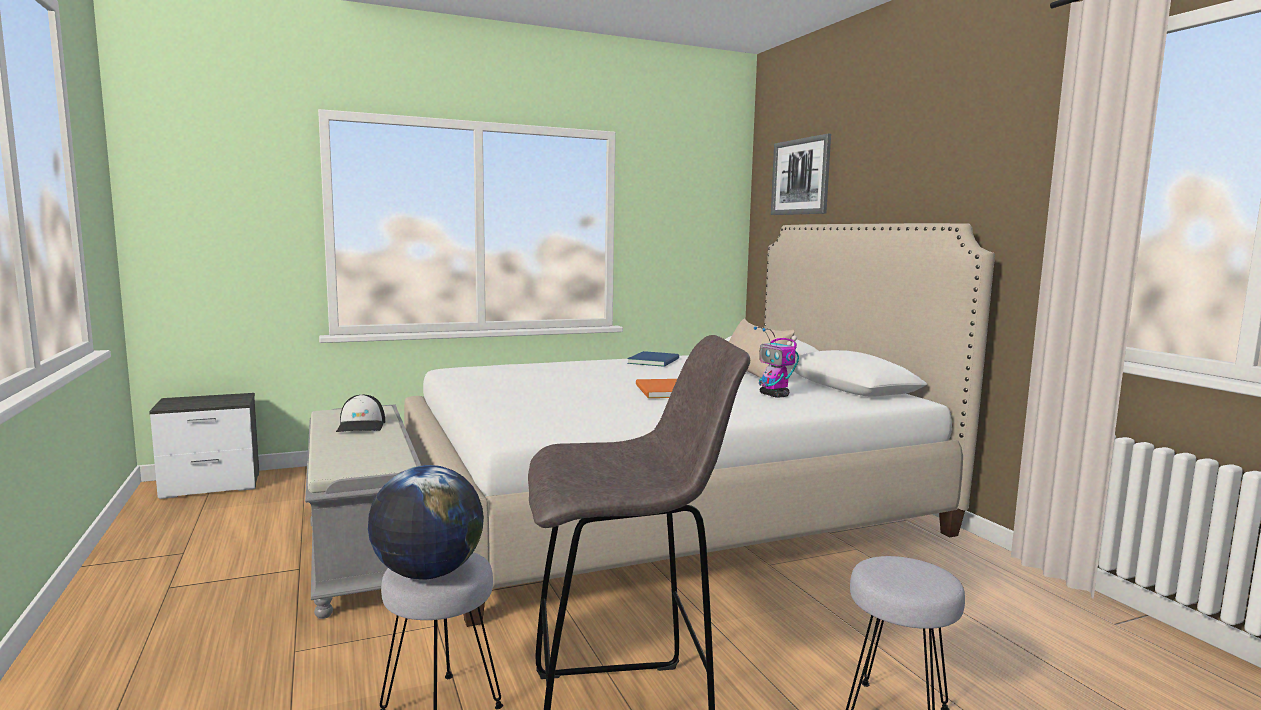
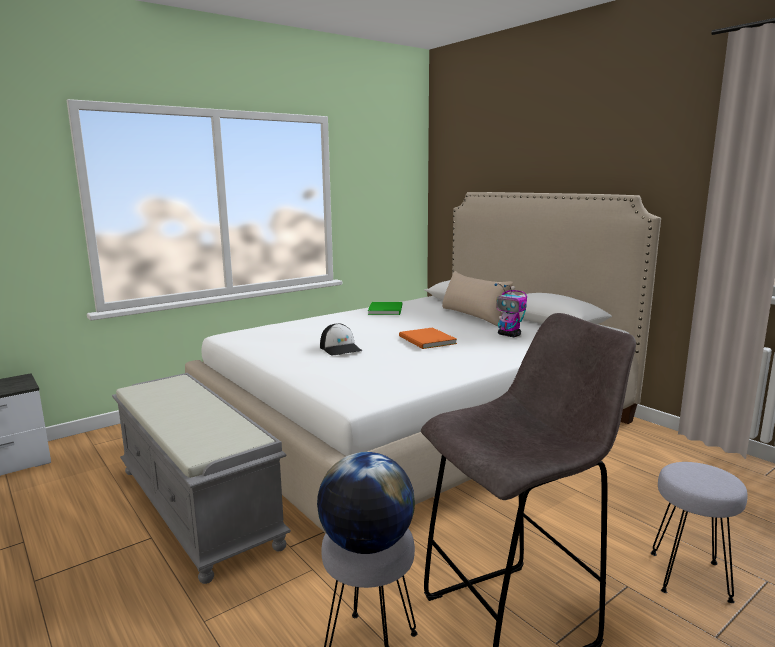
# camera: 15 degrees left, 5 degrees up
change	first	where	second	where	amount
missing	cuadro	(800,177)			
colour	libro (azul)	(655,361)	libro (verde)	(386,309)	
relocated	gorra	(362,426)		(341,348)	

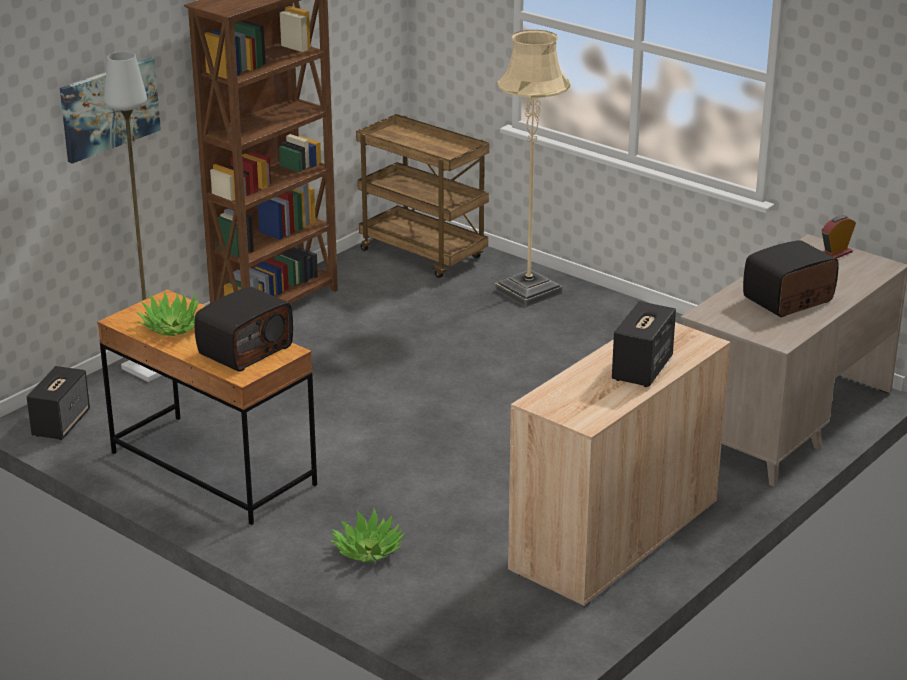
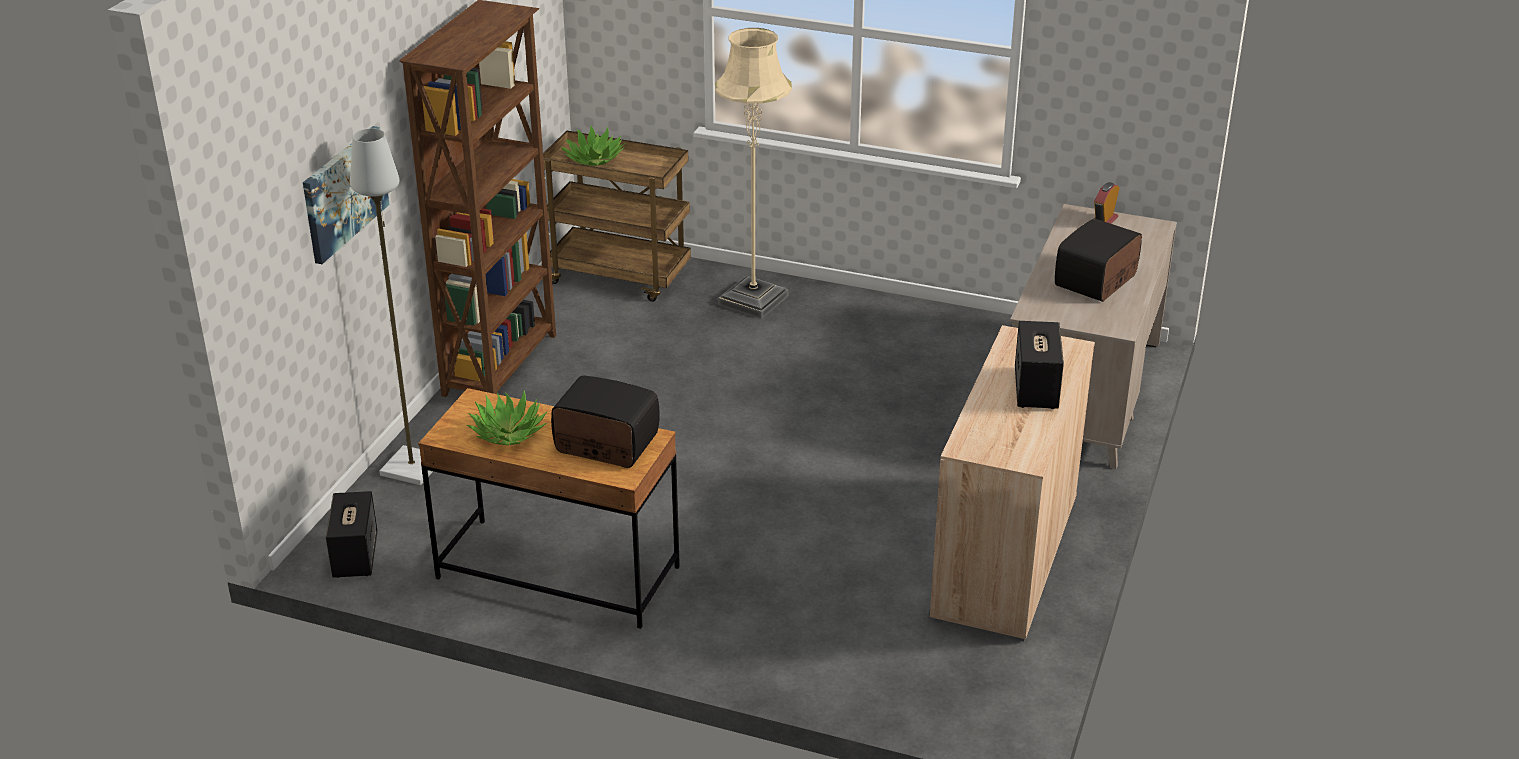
# camera: 20 degrees left, 5 degrees up
change	first	where	second	where	amount
spun	radio	(245,350)		(605,445)	90 degrees counterclockwise
relocated	planta en maceta	(367,551)		(593,159)	

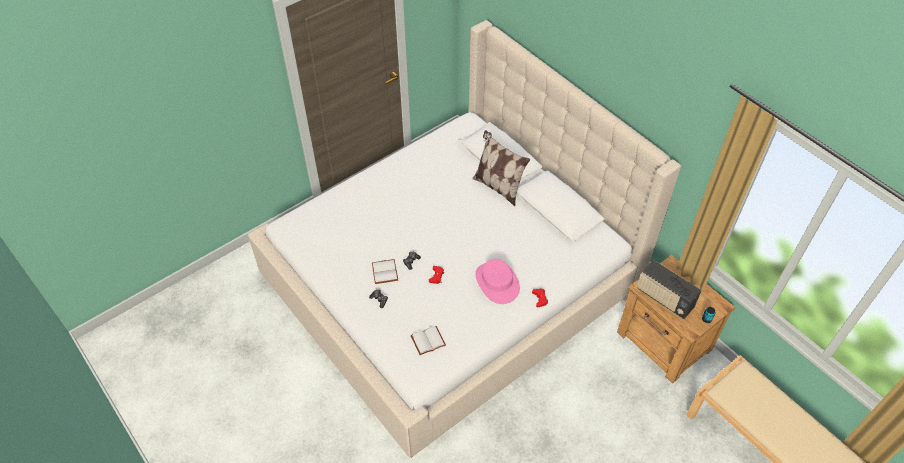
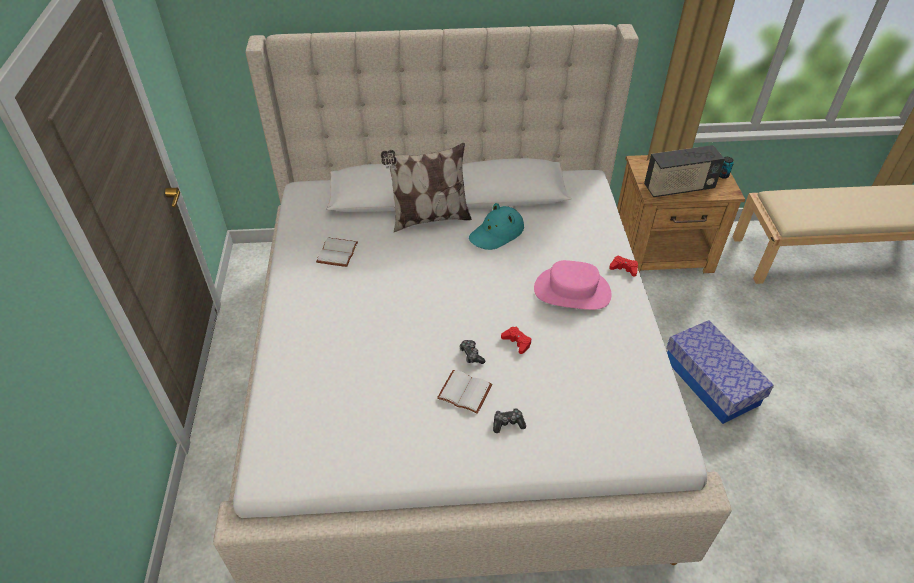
# camera: 55 degrees left, 5 degrees down
change	first	where	second	where	amount
relocated	libro (blanco)	(428,342)		(338,253)	
appeared			sombrero (turquesa)	(496,233)	
appeared			caja de almacenaje	(711,381)	

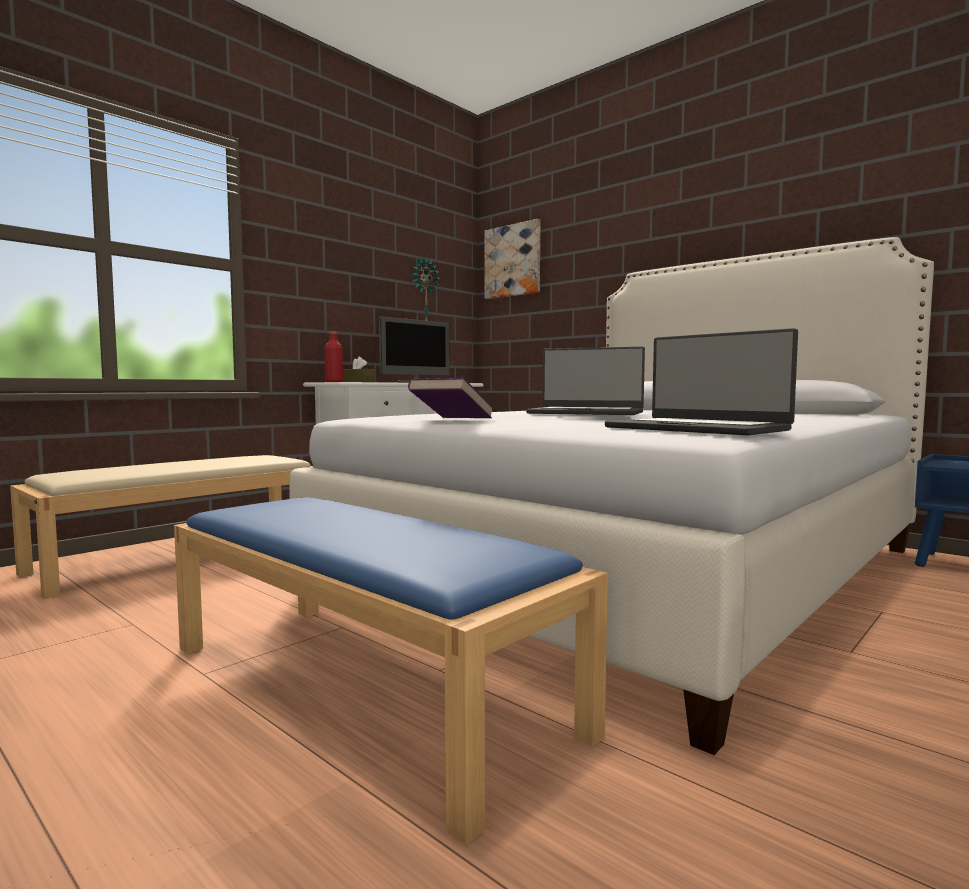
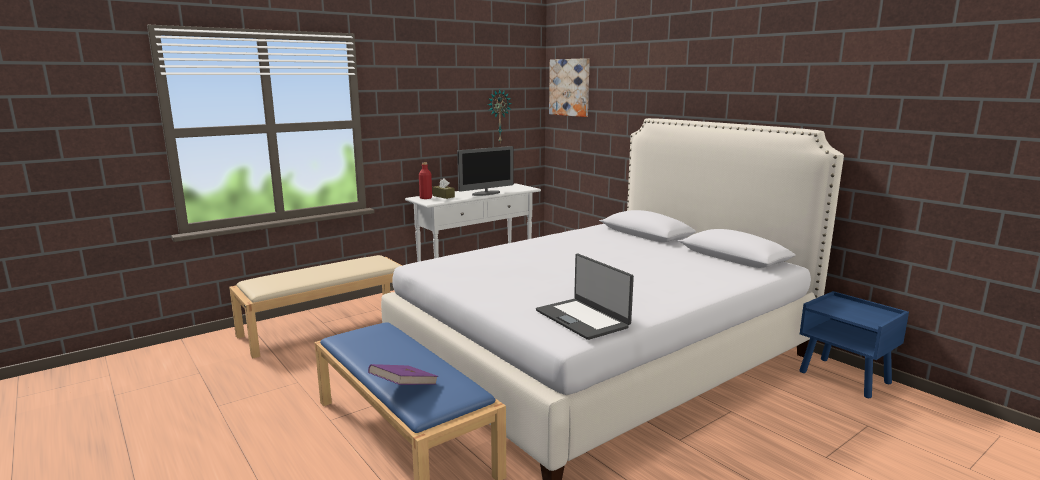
# camera: 10 degrees right, 10 degrees up
change	first	where	second	where	amount
missing	portátil	(586,413)			
relocated	libro (morado)	(451,419)		(404,388)	

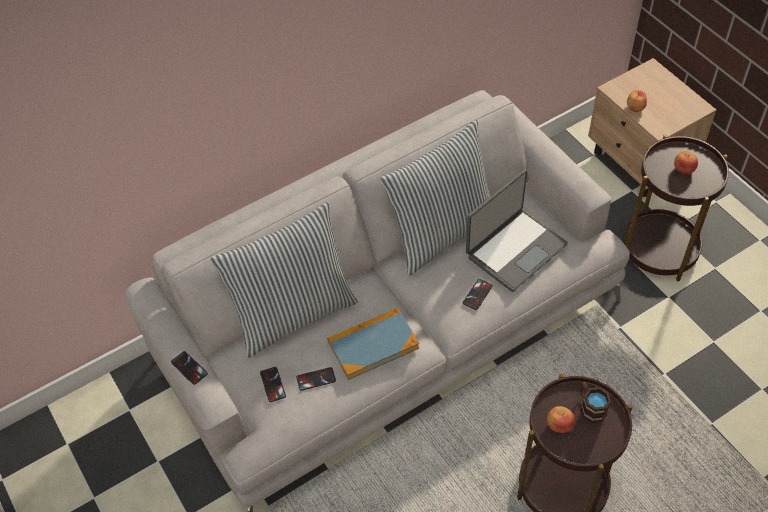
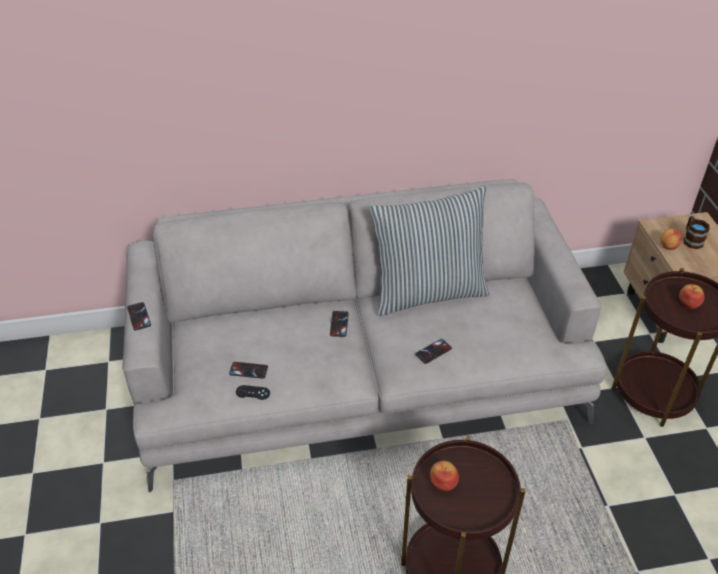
# camera: 20 degrees right, 10 degrees down
change	first	where	second	where	amount
missing	portátil	(515,249)			
missing	cojín	(293,314)			
missing	libro	(373,345)			
relocated	móvil	(272,384)		(339,324)	
relocated	taza grande (marrón)	(590,407)		(691,239)	
appeared			mando de consola (negro)	(253,392)	

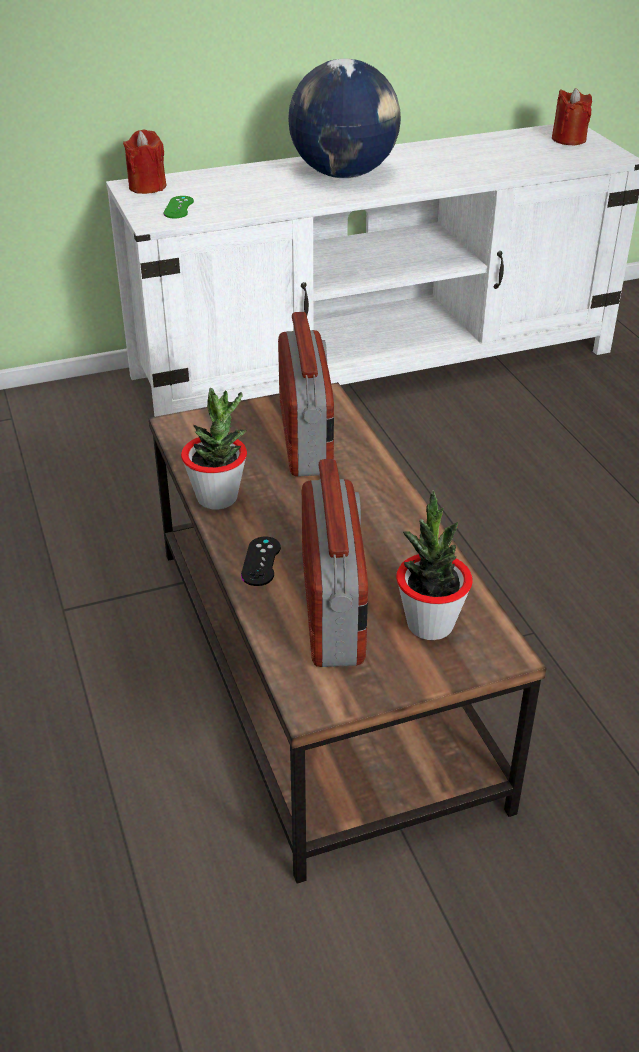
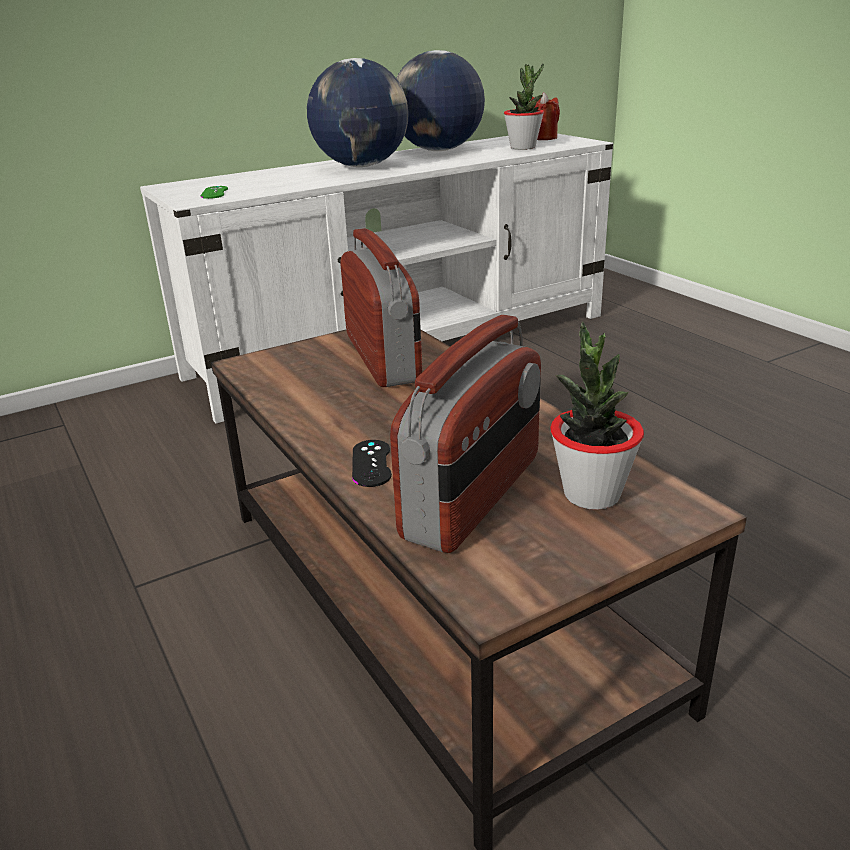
# camera: 10 degrees left, 10 degrees down
change	first	where	second	where	amount
missing	vela (rojo)	(147,187)			
relocated	planta en maceta	(217,498)		(523,147)	
spun	radio	(334,610)		(474,497)	45 degrees clockwise
appeared			globo terráqueo	(438,150)	

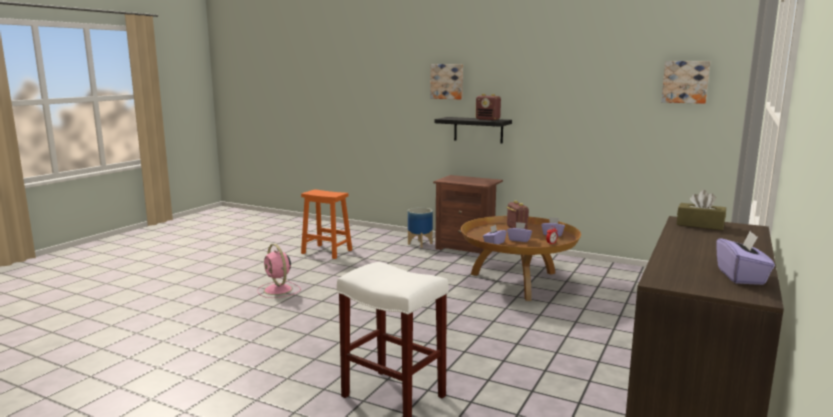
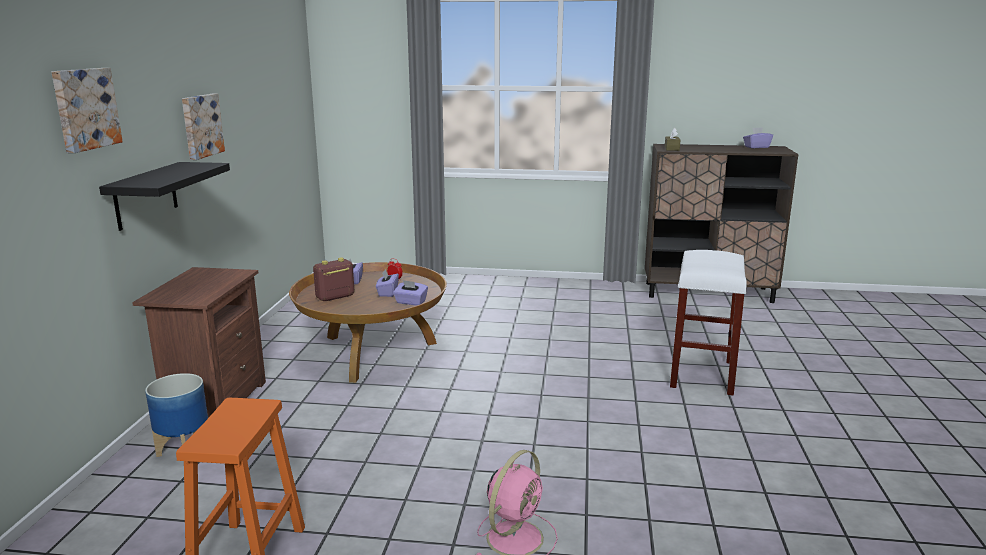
# camera: 110 degrees left, 5 degrees up
change	first	where	second	where	amount
relocated	cuadro	(685,82)		(200,125)	
missing	radio	(488,119)			

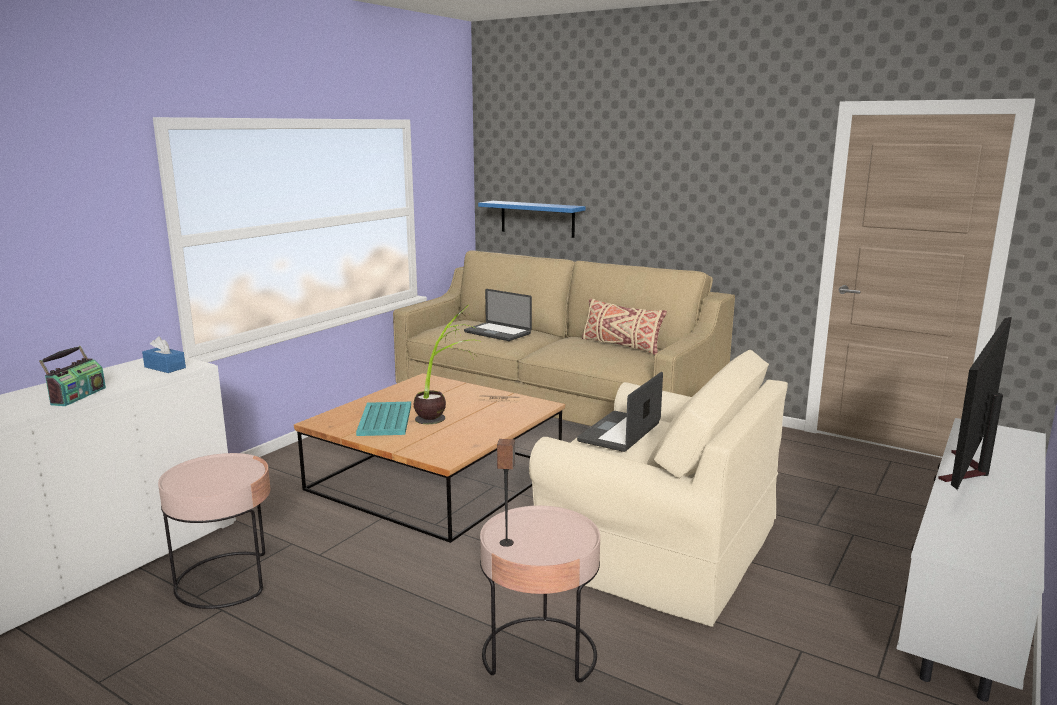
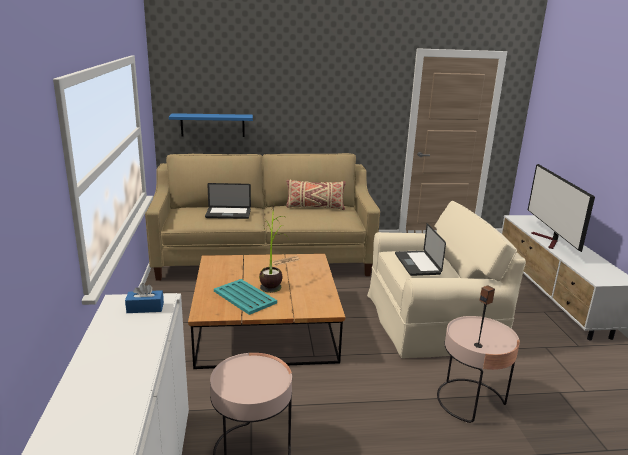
# camera: 40 degrees left, 5 degrees up
change	first	where	second	where	amount
missing	radio	(77,396)			

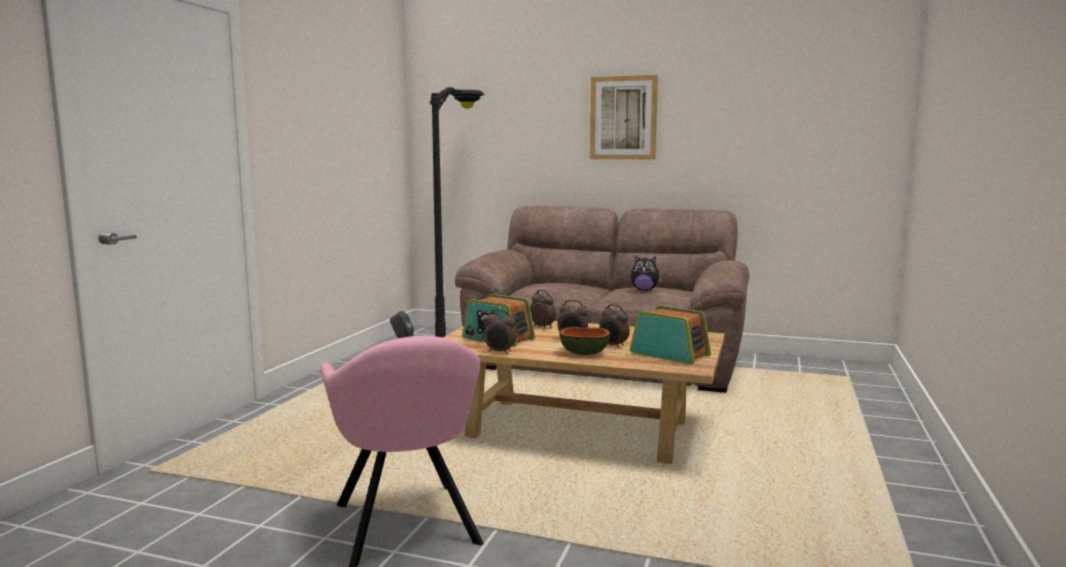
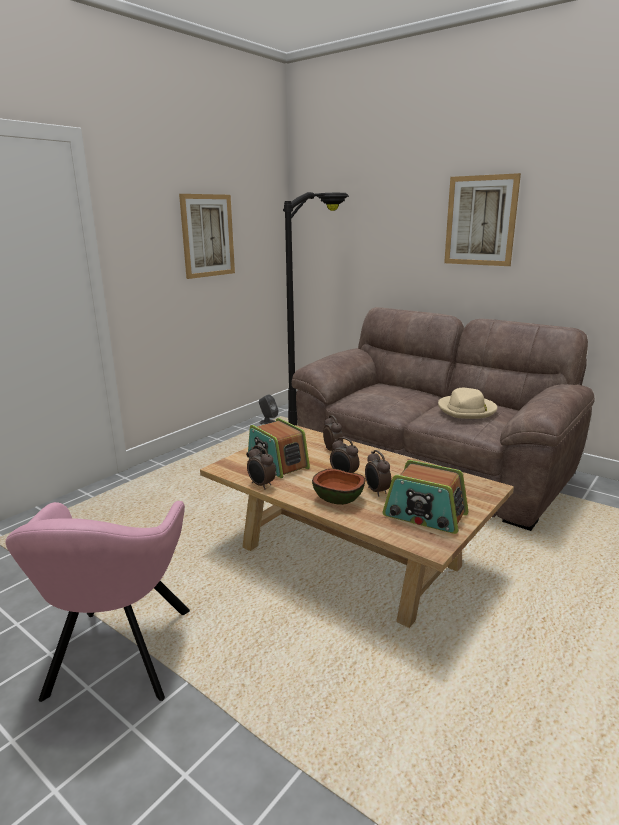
# camera: 20 degrees right, 10 degrees up
change	first	where	second	where	amount
exchanged	peluche	(644,290)	sombrero (beis)	(467,410)	
spun	radio	(670,354)		(424,515)	150 degrees clockwise
appeared			cuadro	(207,236)	

